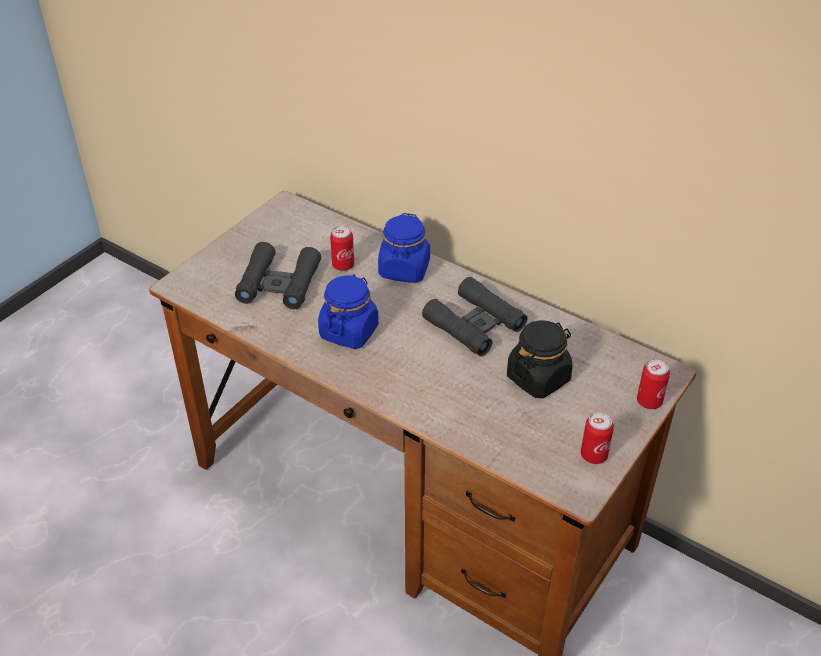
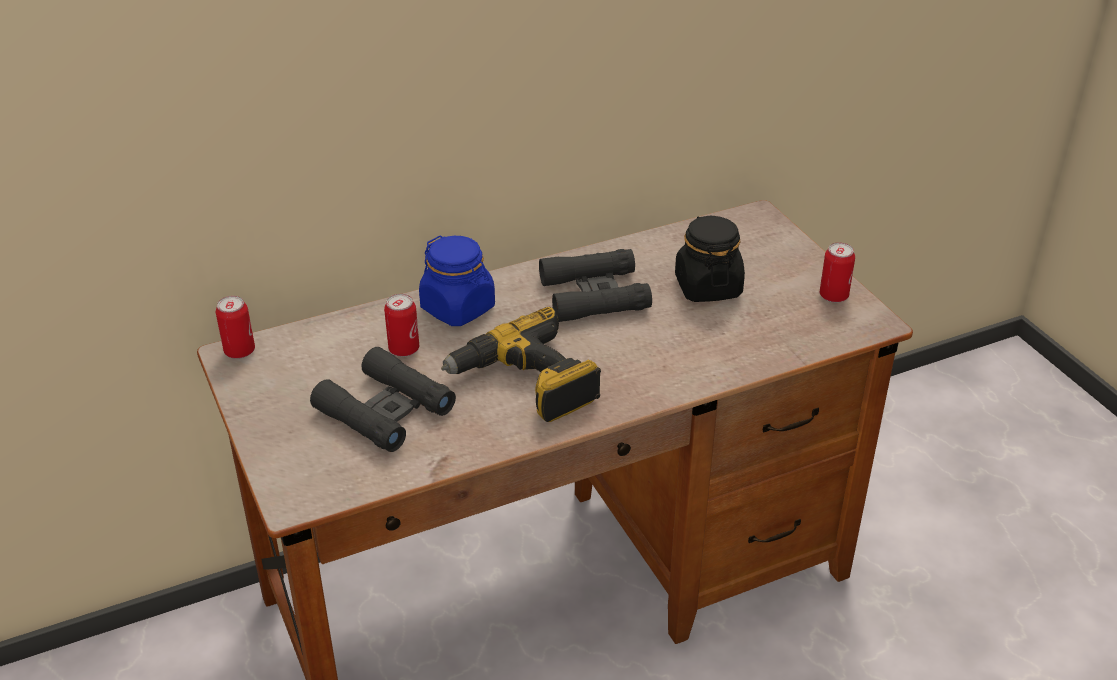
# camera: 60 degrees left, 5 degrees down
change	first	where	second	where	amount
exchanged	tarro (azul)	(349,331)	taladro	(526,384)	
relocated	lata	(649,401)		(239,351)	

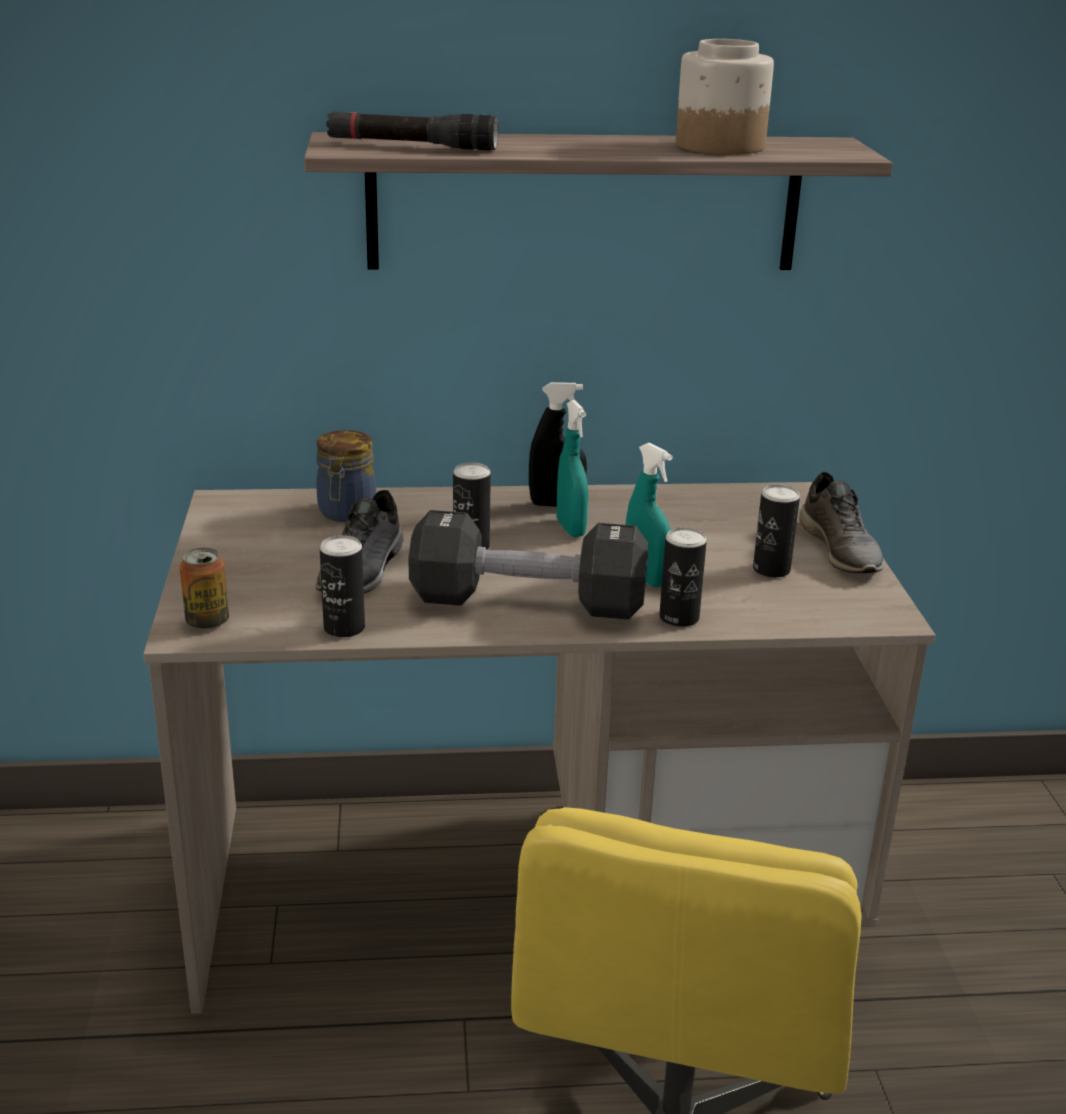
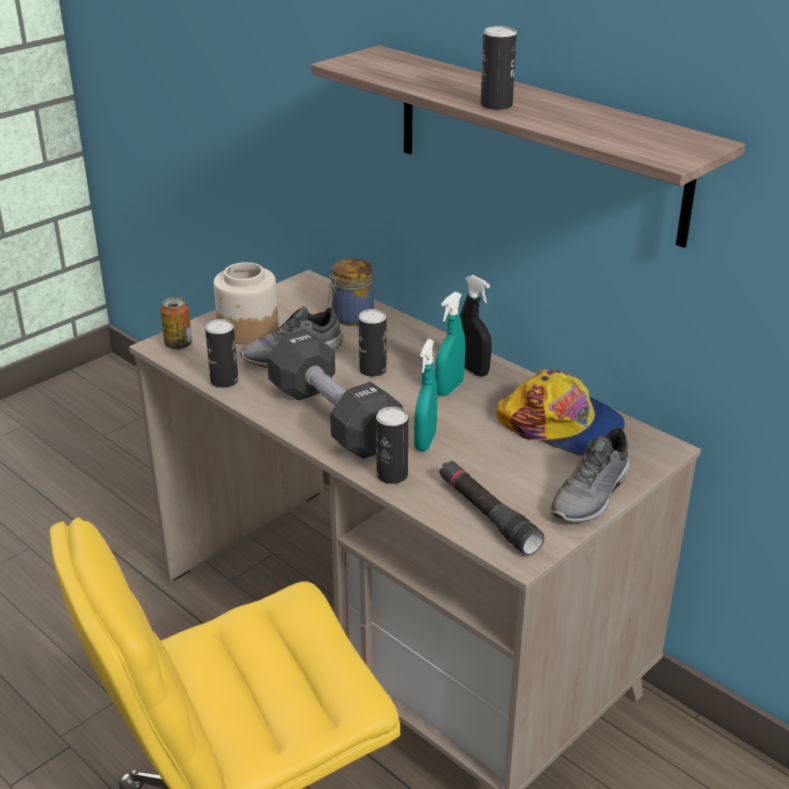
# camera: 50 degrees right, 5 degrees up
change	first	where	second	where	amount
relocated	tarro	(719,146)		(247,330)	
relocated	linterna (negro)	(412,146)		(487,515)	
relocated	lata	(771,569)		(496,105)	
appeared			gorra	(561,425)	

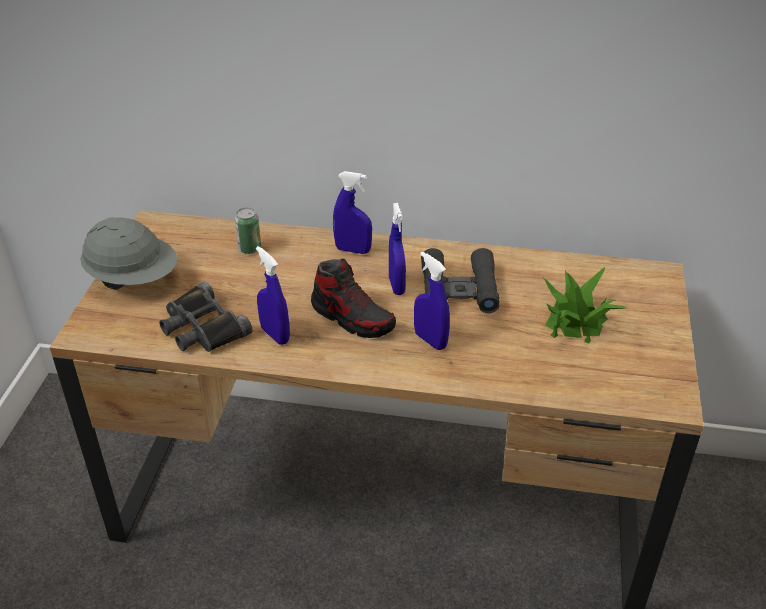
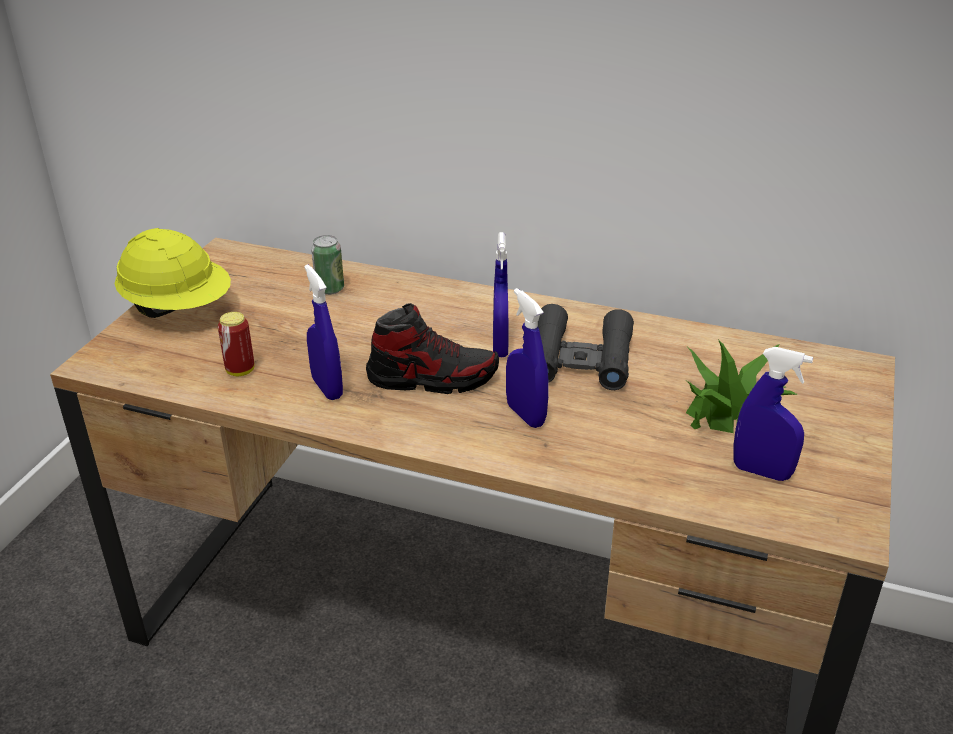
# camera: 10 degrees right, 5 degrees down
change	first	where	second	where	amount
relocated	pulverizador (azul)	(353,250)		(761,472)	
colour	casco (gris)	(133,279)	casco (amarillo)	(179,309)	
spun	zapato	(353,318)		(432,378)	45 degrees counterclockwise
exchanged	prismáticos (negro)	(202,327)	lata	(240,370)	

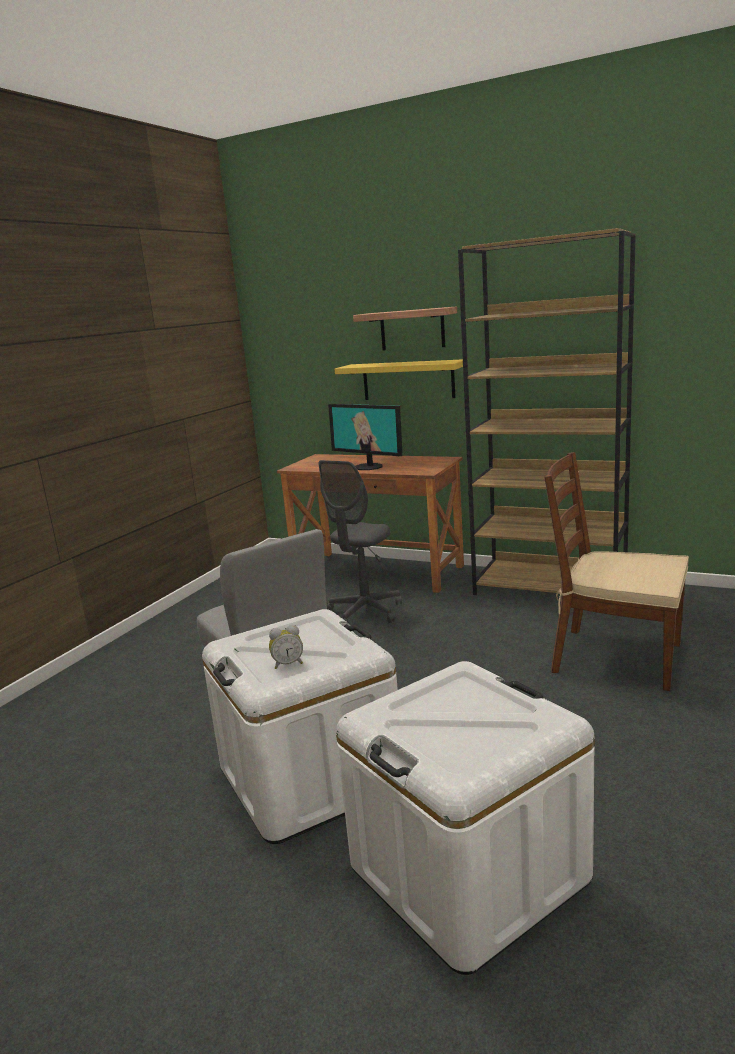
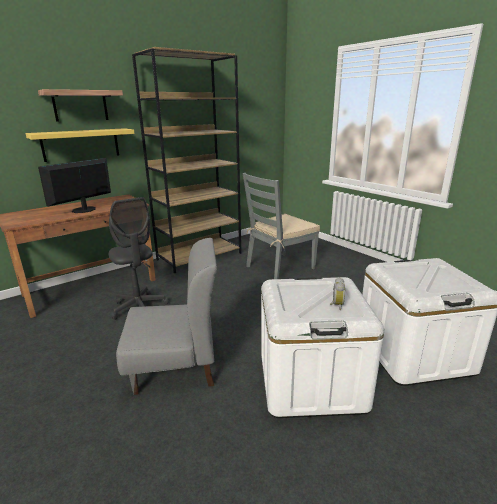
# camera: 65 degrees left, 5 degrees up
change	first	where	second	where	amount
spun	monitor	(369,466)		(84,210)	150 degrees clockwise
colour	silla (marrón)	(615,658)	silla (gris)	(279,267)	

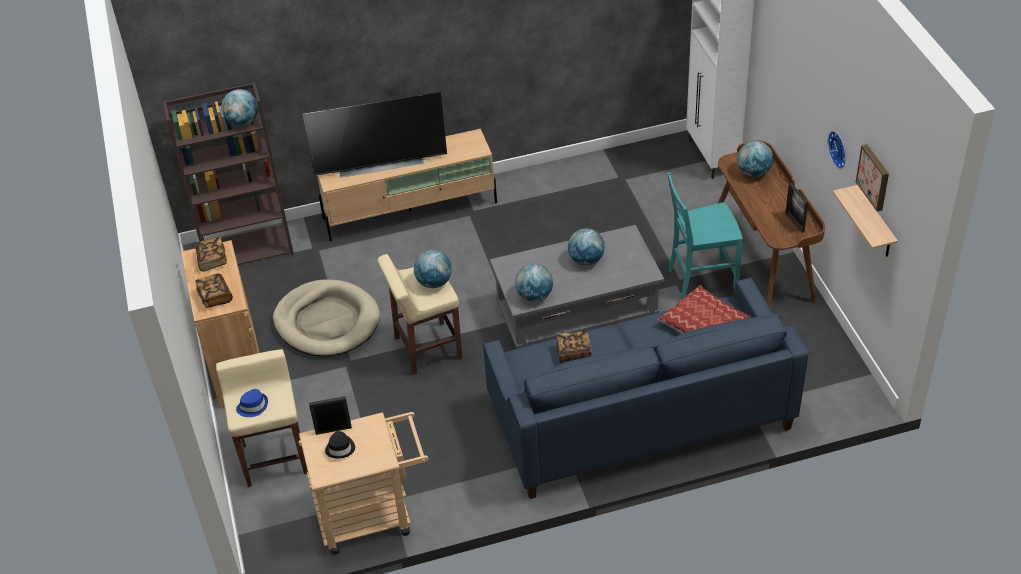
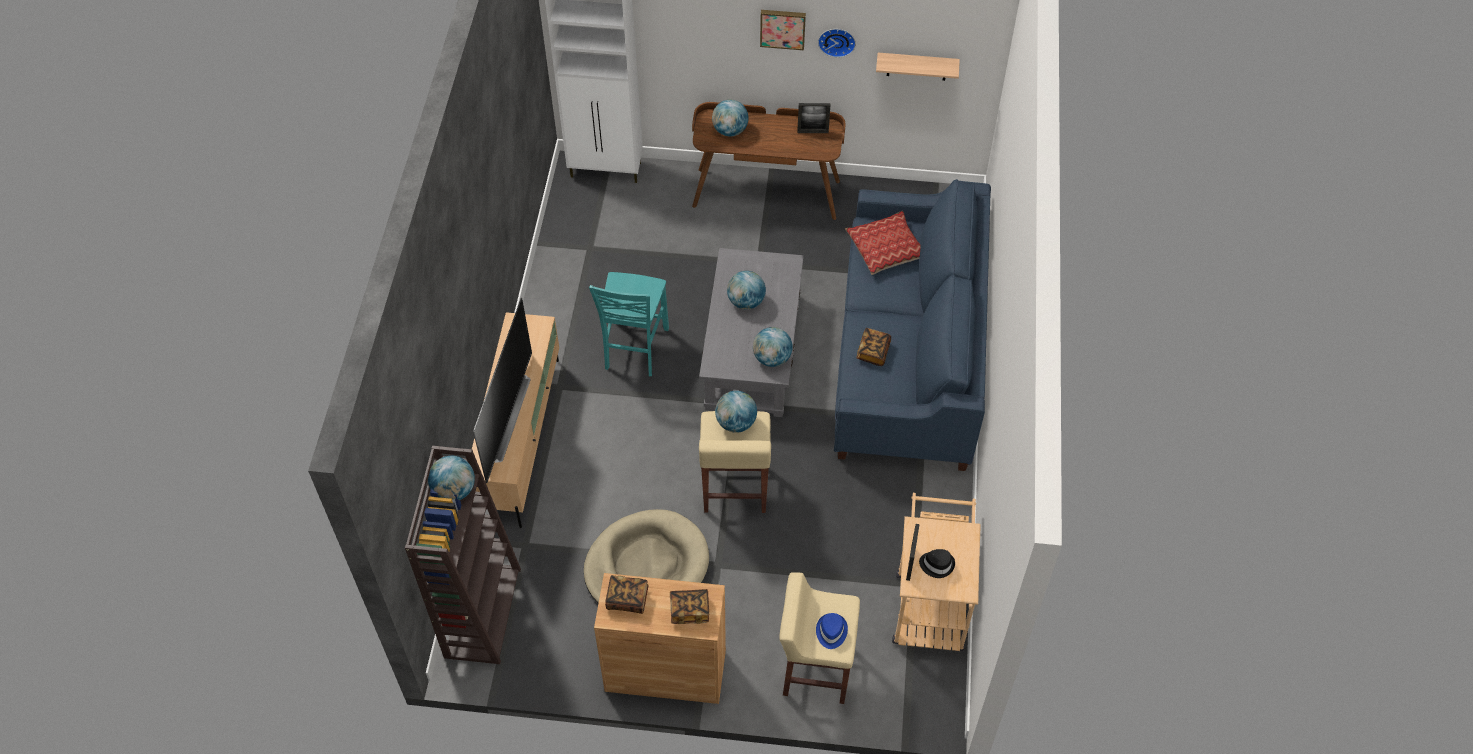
# camera: 70 degrees left, 10 degrees up
change	first	where	second	where	amount
relocated	cuadro	(874,177)		(782,28)	
relocated	silla (turquesa)	(700,280)		(634,349)	

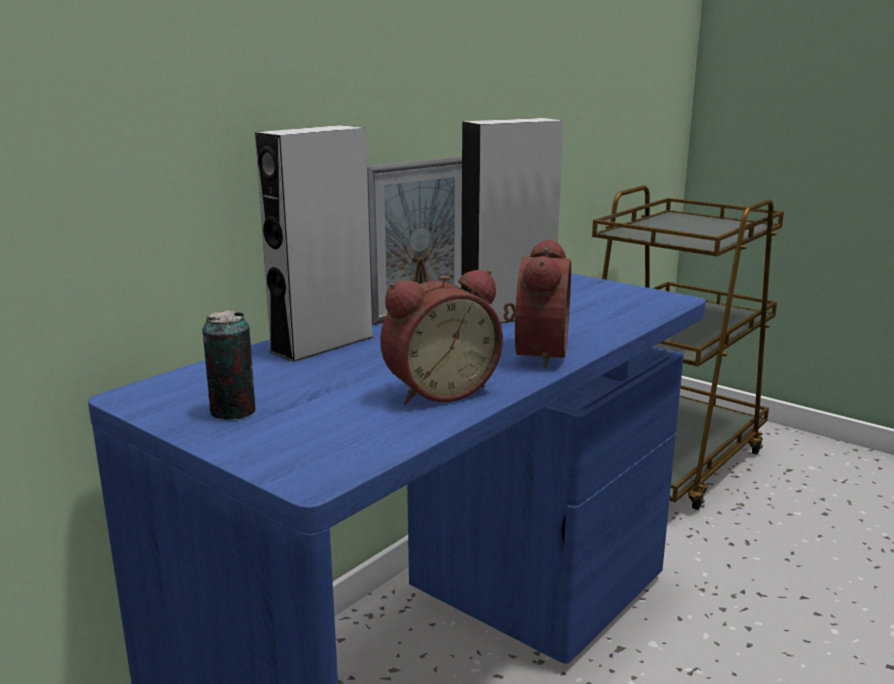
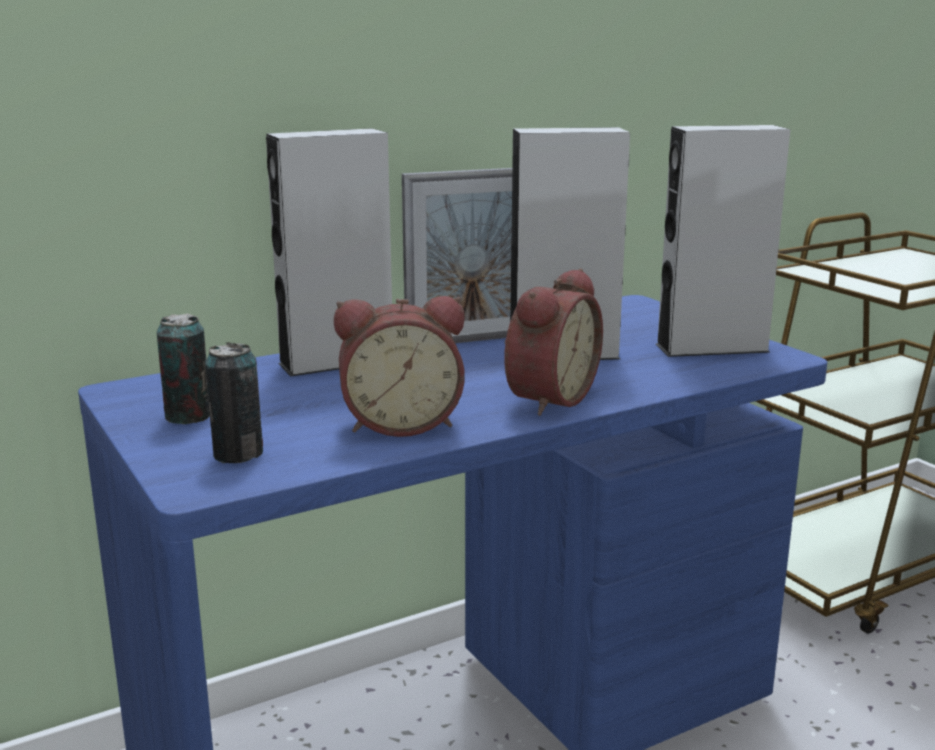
# camera: 20 degrees right, 0 degrees up
change	first	where	second	where	amount
appeared			altavoz (gris)	(712,348)	
appeared			lata	(238,454)	

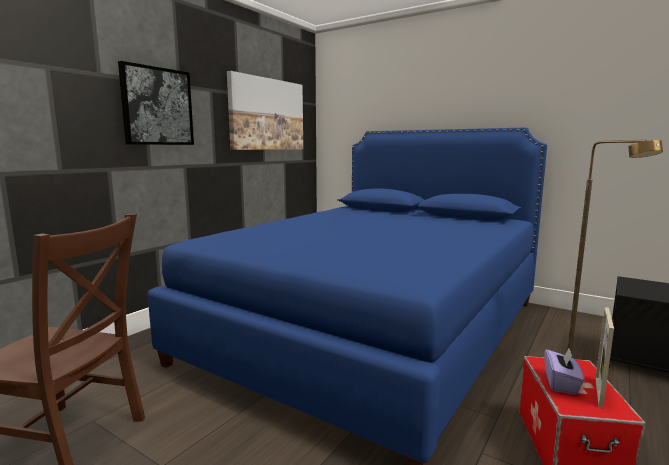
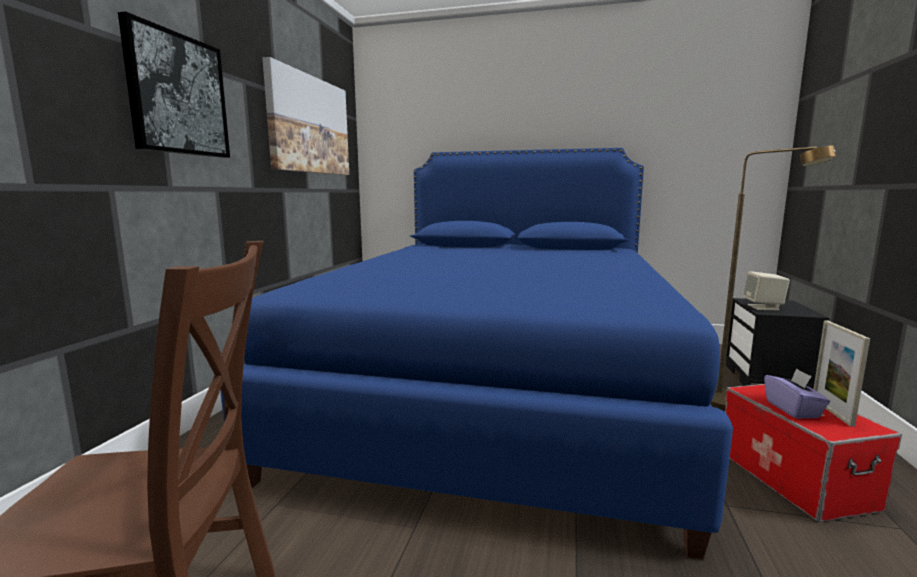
# camera: 20 degrees left, 0 degrees up
change	first	where	second	where	amount
appeared			altavoz (beis)	(763,307)	

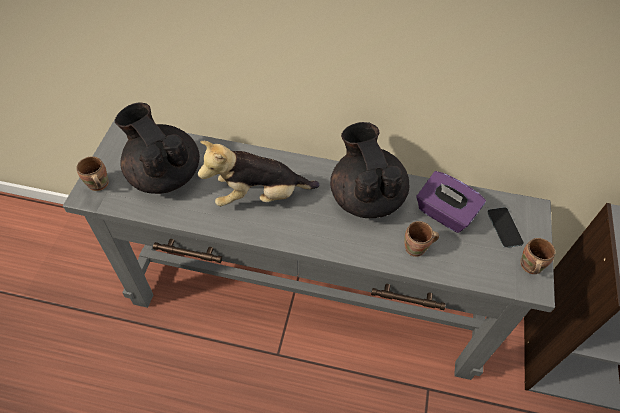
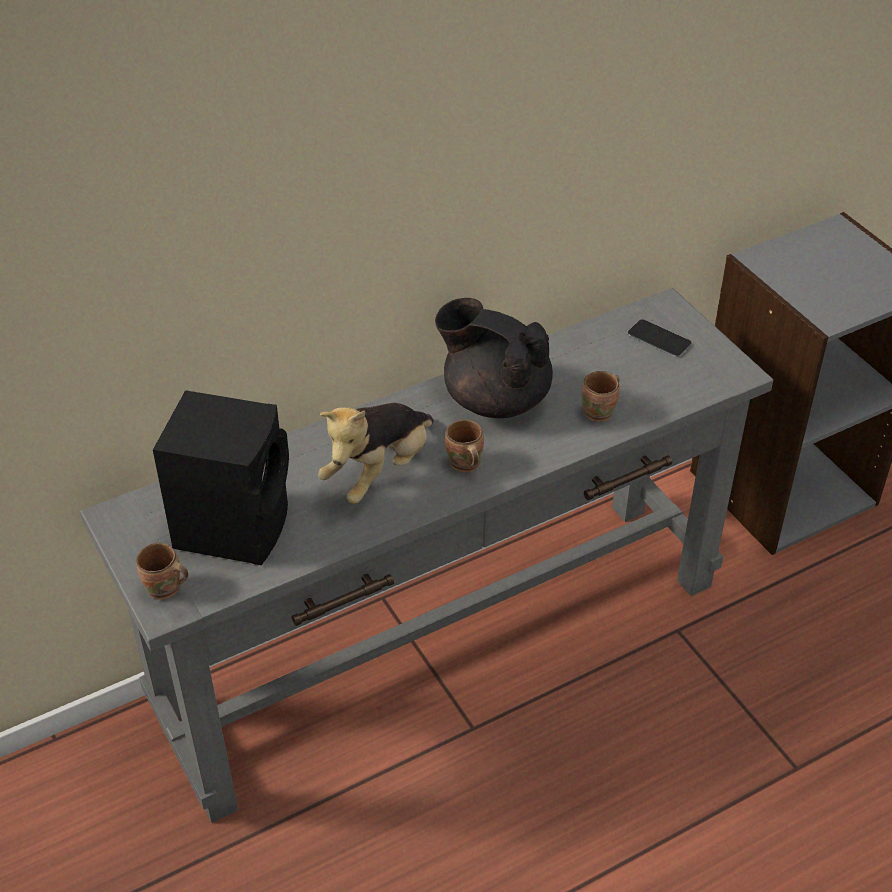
# camera: 40 degrees left, 10 degrees down
change	first	where	second	where	amount
exchanged	tetera (negro)	(164,174)	altavoz (negro)	(234,524)	
missing	caja de pañuelos (morado)	(444,213)			
relocated	taza grande (marrón)	(529,266)		(463,465)	

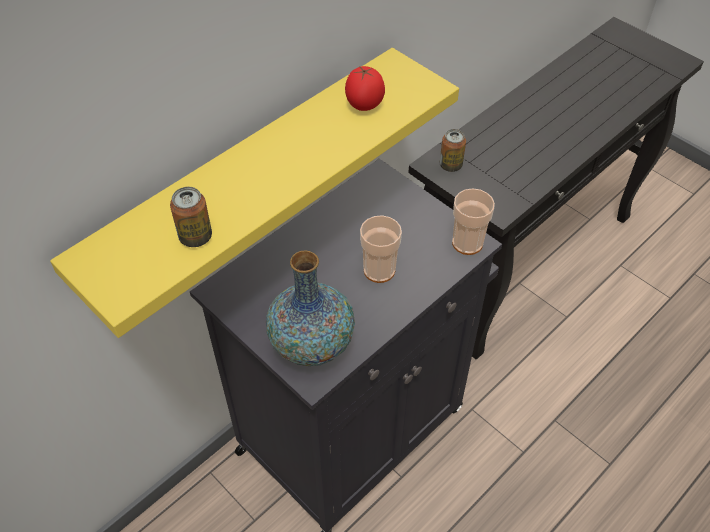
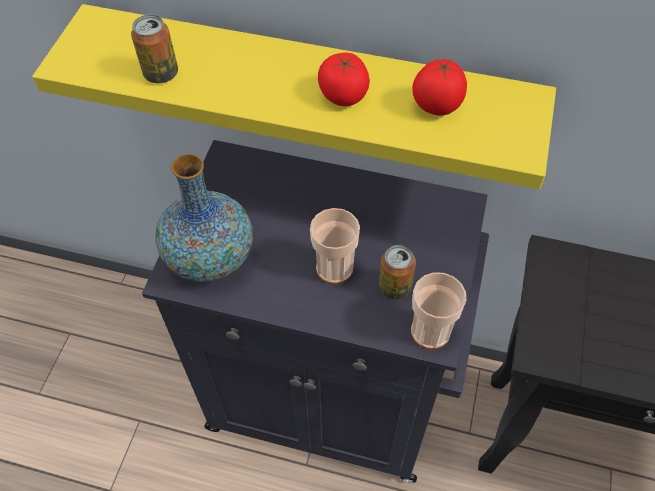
# camera: 60 degrees right, 5 degrees up
change	first	where	second	where	amount
relocated	lata	(450,165)		(394,287)	
appeared			tomate	(343,95)	

